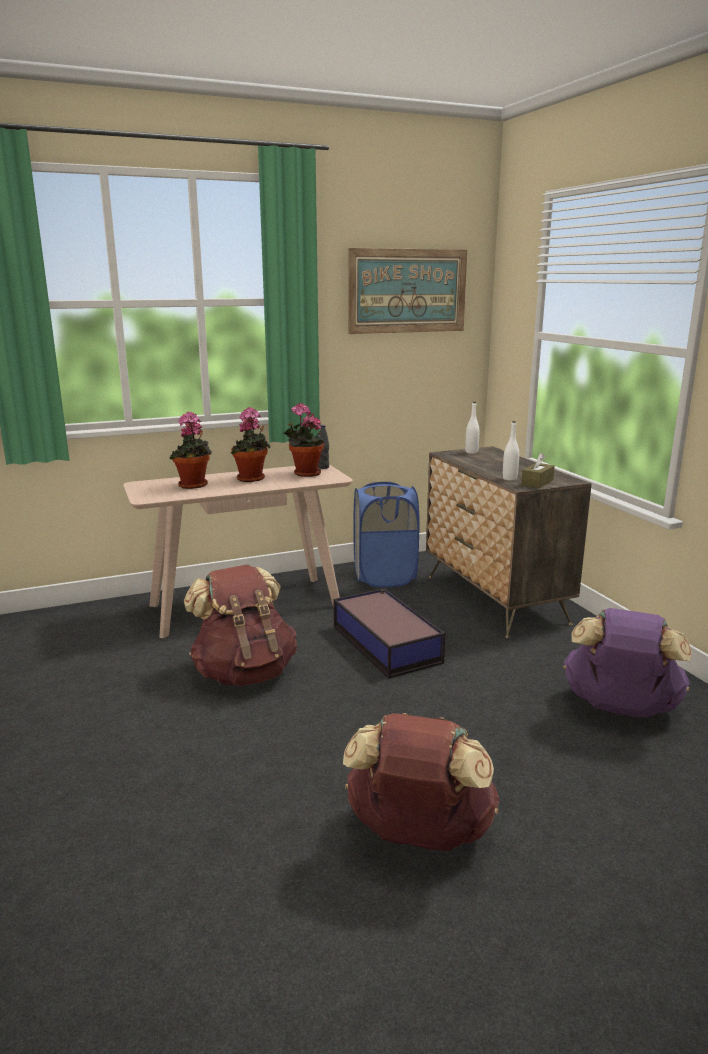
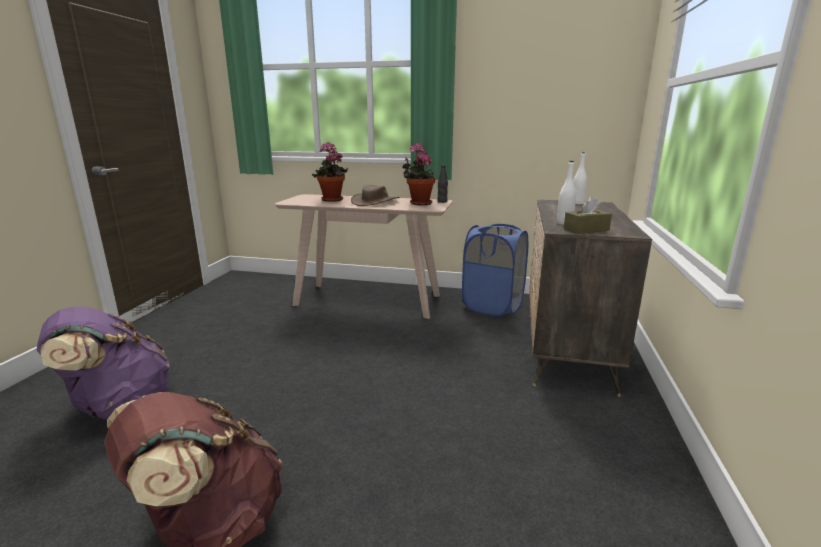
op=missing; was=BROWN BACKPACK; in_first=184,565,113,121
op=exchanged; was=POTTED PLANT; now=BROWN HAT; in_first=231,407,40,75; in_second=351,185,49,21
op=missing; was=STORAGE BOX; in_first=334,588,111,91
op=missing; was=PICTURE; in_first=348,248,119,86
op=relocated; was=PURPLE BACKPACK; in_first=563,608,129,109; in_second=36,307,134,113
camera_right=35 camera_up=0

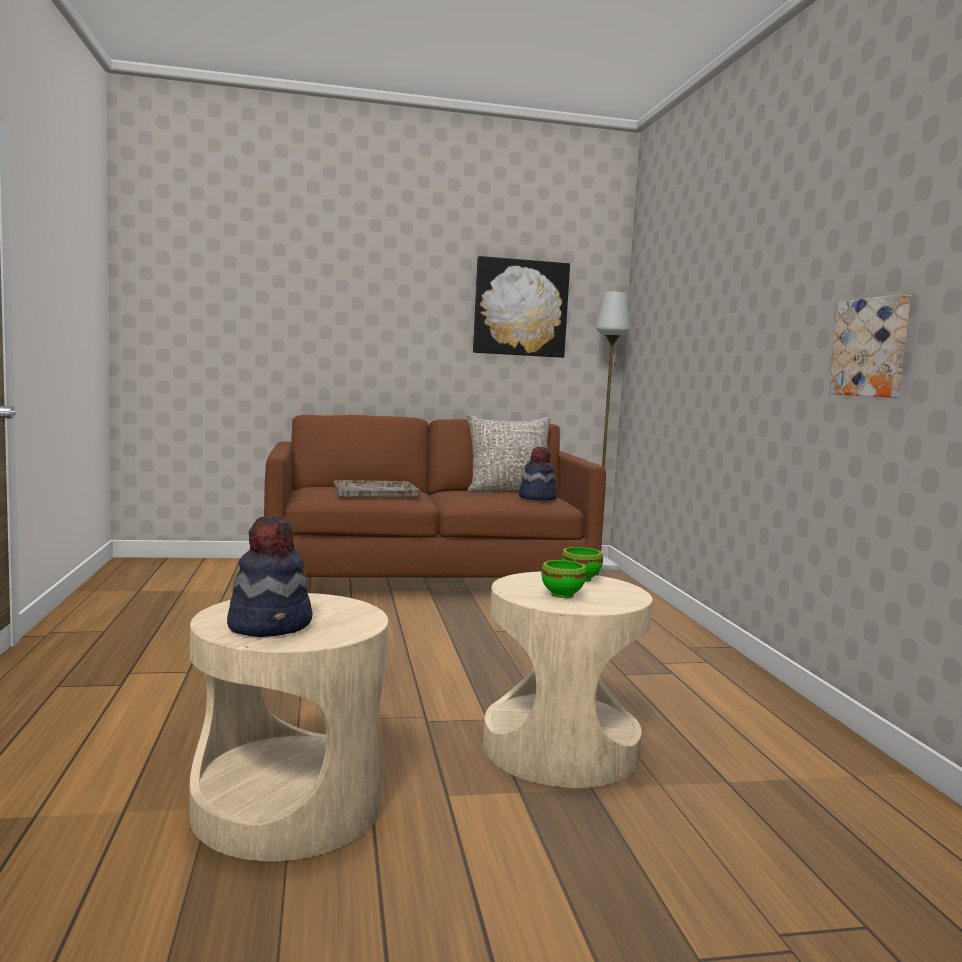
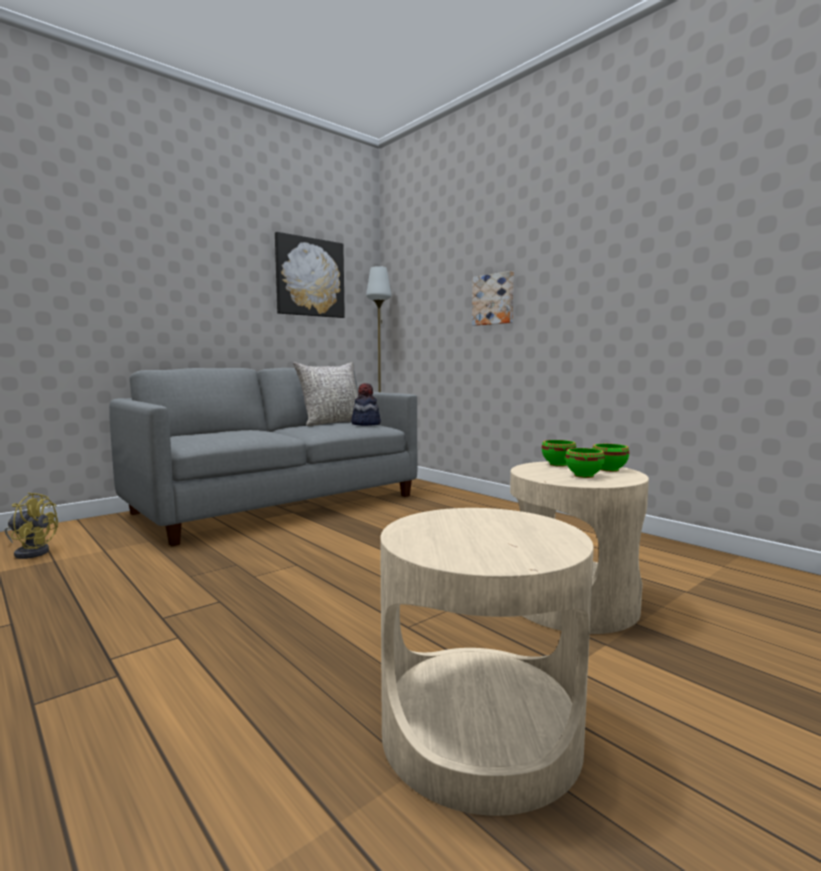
op=missing; was=HAT; in_first=227,514,86,123
op=colour; was=BROWN SOFA; now=GREY SOFA; in_first=264,415,342,163; in_second=109,368,309,179
op=missing; was=GREY TRAY; in_first=334,480,86,17
op=relocated; was=PICTURE; in_first=828,294,83,104; in_second=472,271,42,55
op=appeared; now=YELLOW FAN; in_second=5,493,53,66
op=appeared; now=GREEN BOWL; in_second=592,444,37,28
camera_right=-30 camera_up=0

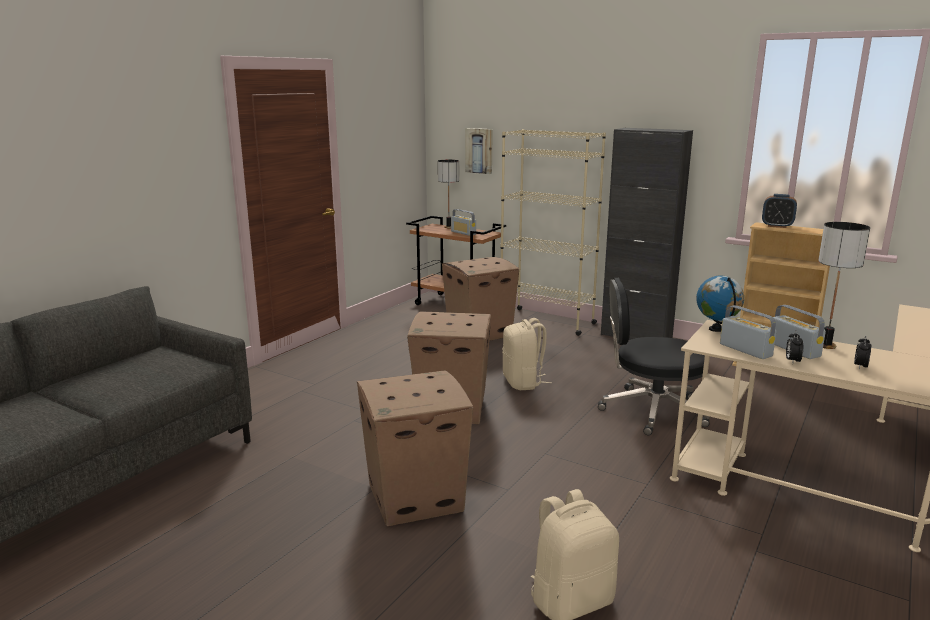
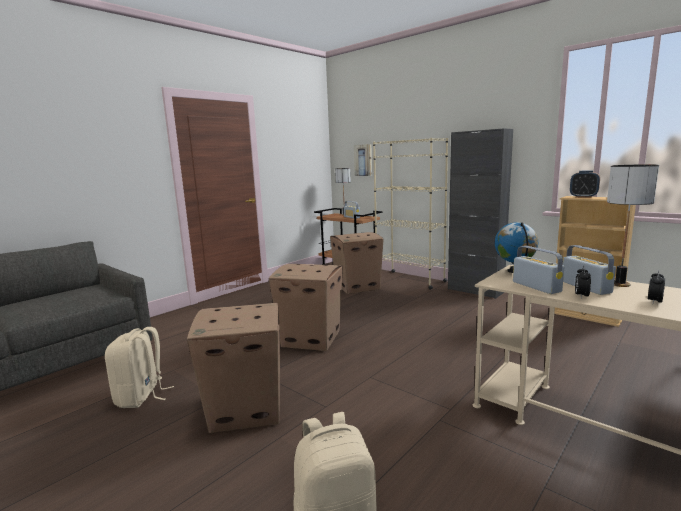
op=relocated; was=BEIGE BACKPACK; in_first=502,318,50,72; in_second=105,327,69,81
op=missing; was=BLACK OFFICE CHAIR; in_first=598,278,112,158
camera_right=10 camera_up=-5

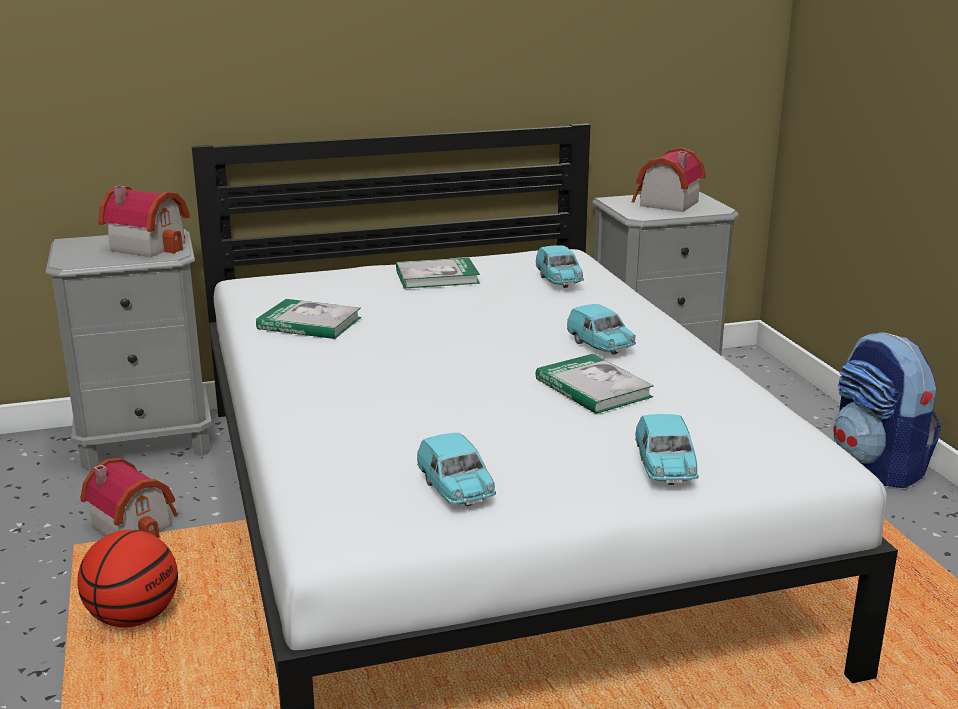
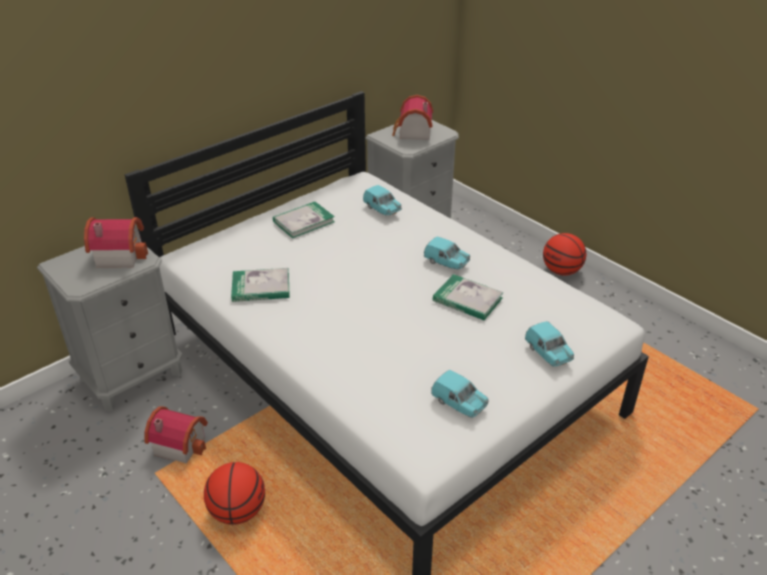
op=exchanged; was=BACKPACK; now=BASKETBALL; in_first=833,332,108,156; in_second=543,233,43,43
camera_right=-25 camera_up=15

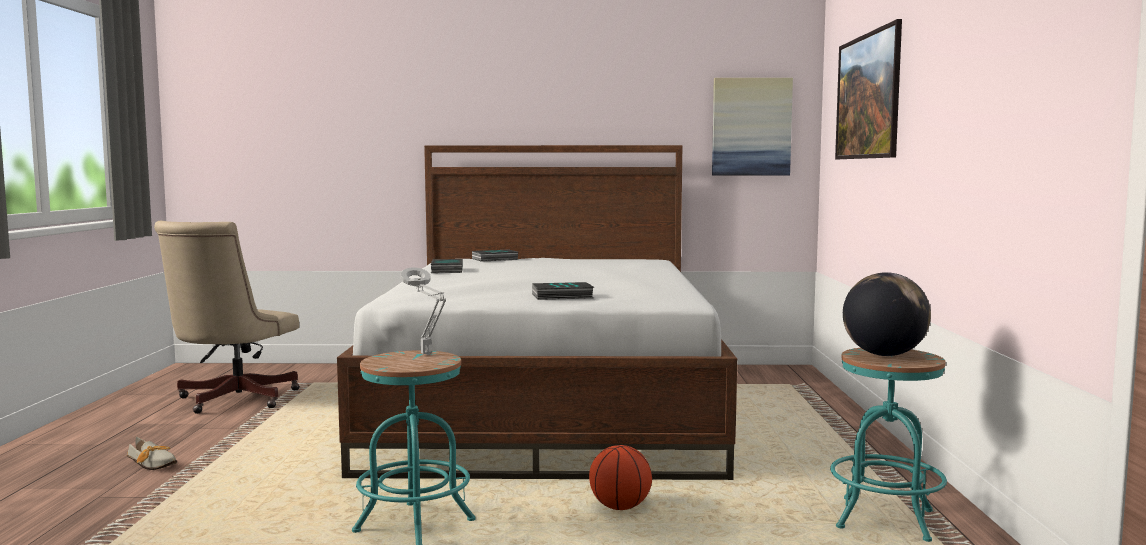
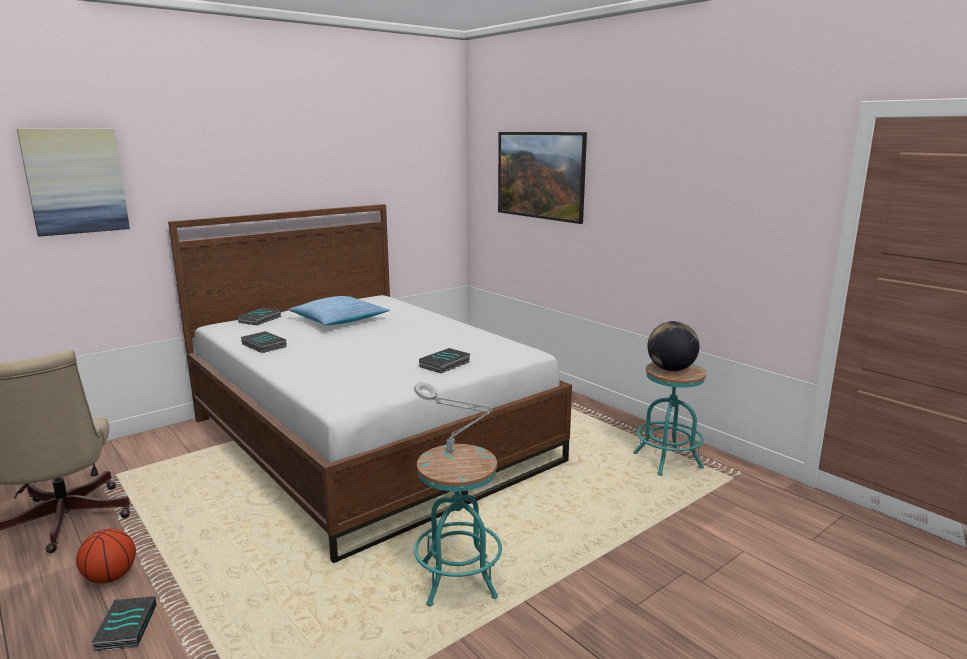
op=exchanged; was=SHOE; now=BOOK; in_first=127,436,50,34; in_second=91,596,65,56
op=relocated; was=BASKETBALL; in_first=589,445,63,65; in_second=76,529,60,55
op=relocated; was=PICTURE; in_first=712,78,81,97; in_second=17,129,113,108
op=appeared; now=PILLOW; in_second=289,296,101,29
camera_right=-40 camera_up=10

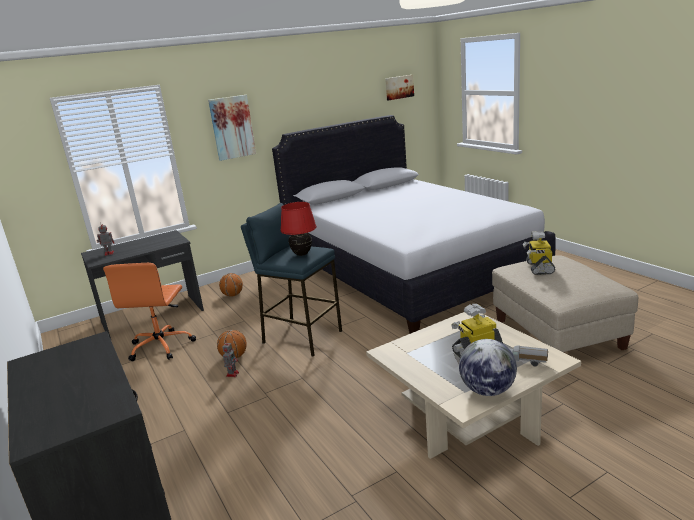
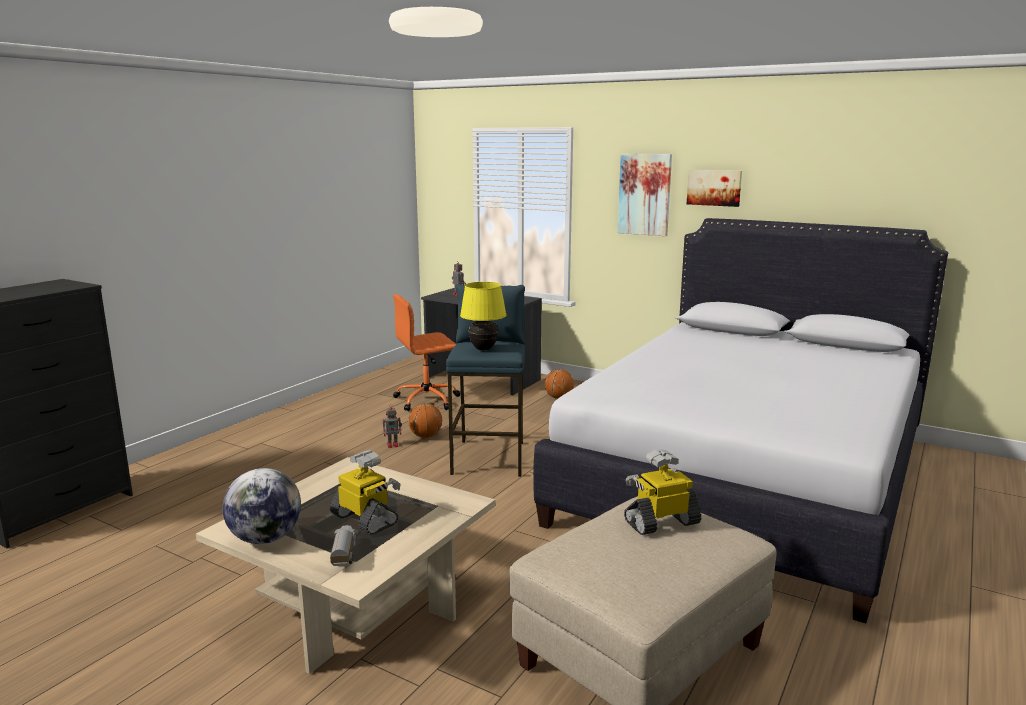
op=colour; was=RED TABLE LAMP; now=YELLOW TABLE LAMP; in_first=280,202,37,54; in_second=460,282,46,69
op=relocated; was=PICTURE; in_first=385,75,29,25; in_second=687,170,55,37
camera_right=60 camera_up=-5

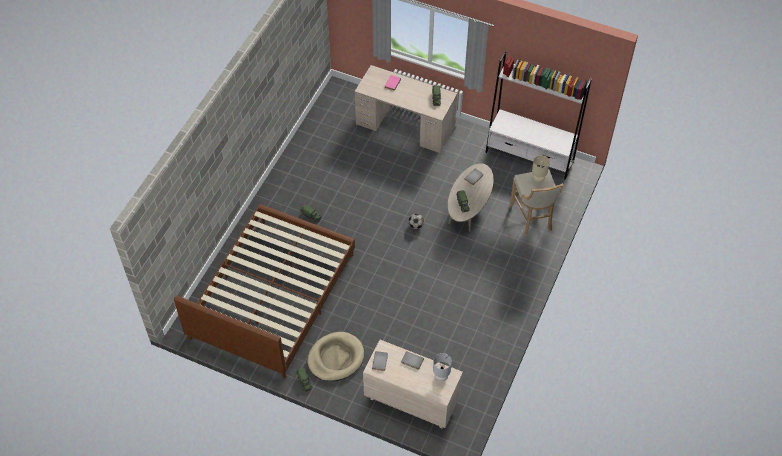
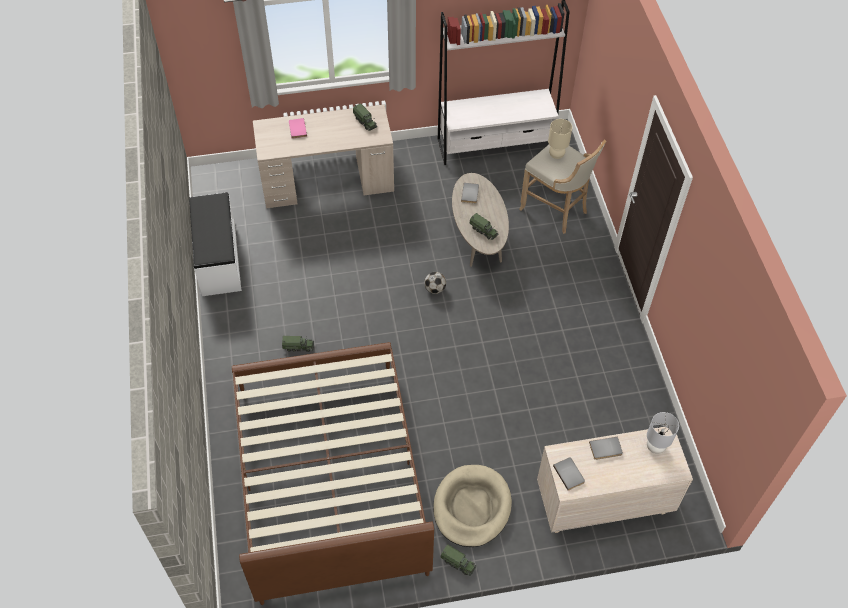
op=appeared; now=WHITE BENCH; in_second=189,192,53,104
camera_right=-35 camera_up=0

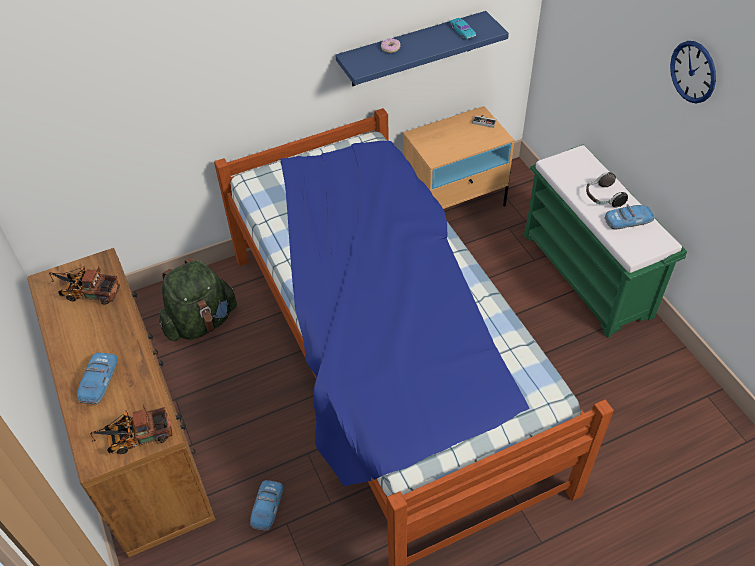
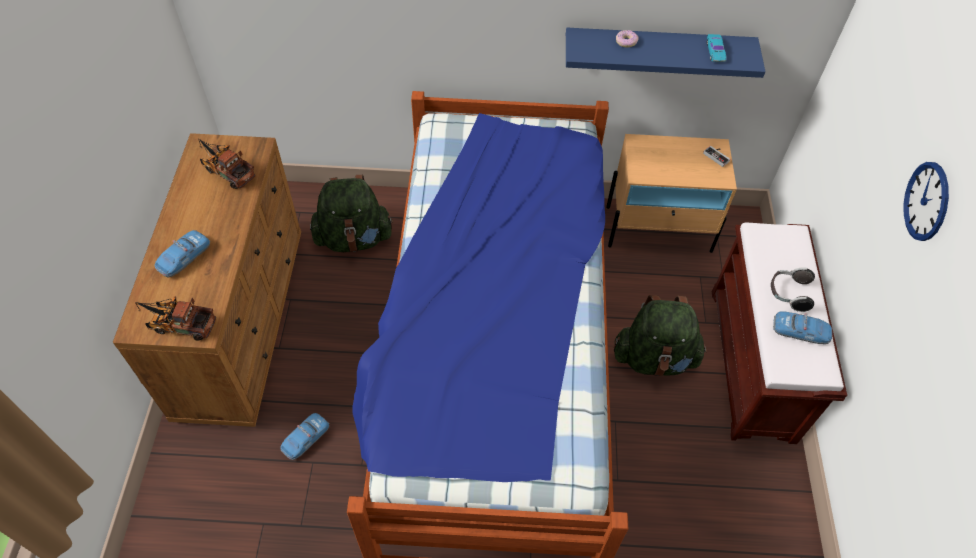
op=colour; was=GREEN BENCH; now=BROWN BENCH; in_first=524,145,163,193; in_second=712,223,135,221
op=appeared; now=GREEN BACKPACK; in_second=614,295,93,81
camera_right=25 camera_up=5

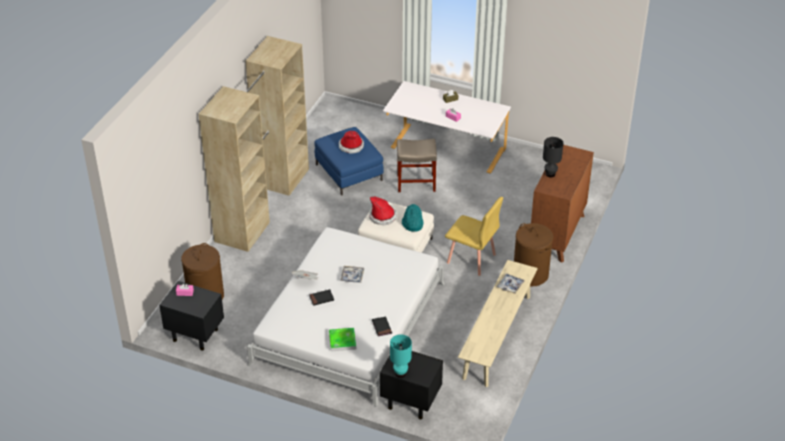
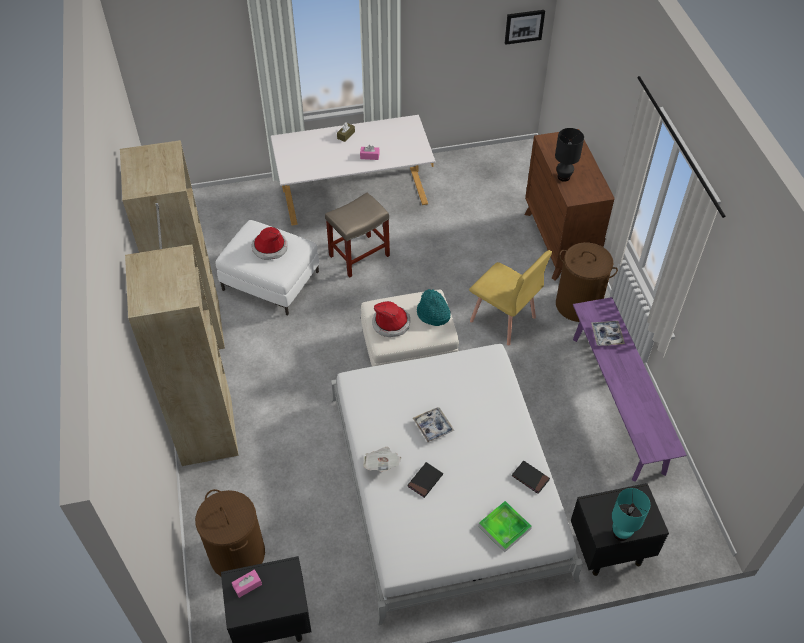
op=colour; was=BLUE OTTOMAN; now=WHITE OTTOMAN; in_first=314,127,69,69; in_second=215,220,104,96
op=spun; was=YELLOW CHAIR; in_first=445,197,58,79; in_second=469,250,83,96; clockwise=45
op=colour; was=BEIGE BENCH; now=PURPLE BENCH; in_first=458,260,80,127; in_second=573,297,114,185
op=appeared; now=PICTURE; in_second=505,10,40,35
camera_right=-35 camera_up=10

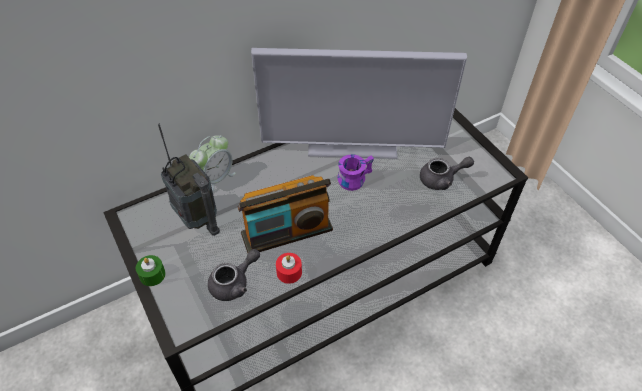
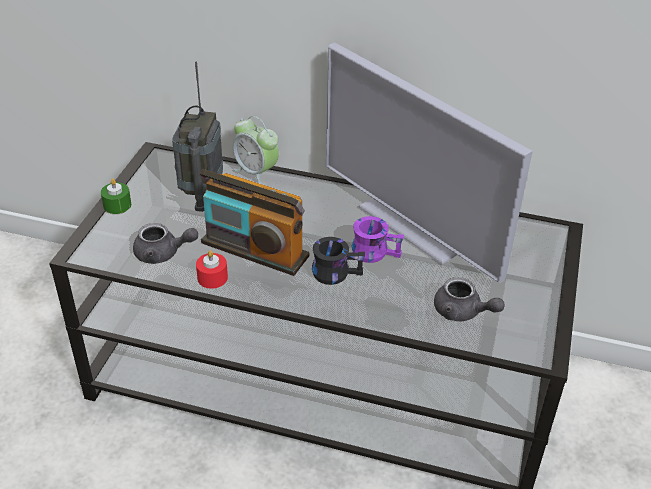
op=spun; was=ALARM CLOCK; in_first=189,135,47,57; in_second=233,116,46,69; clockwise=45
op=appeared; now=BLACK MUG; in_second=312,237,53,48
camera_right=45 camera_up=-10

